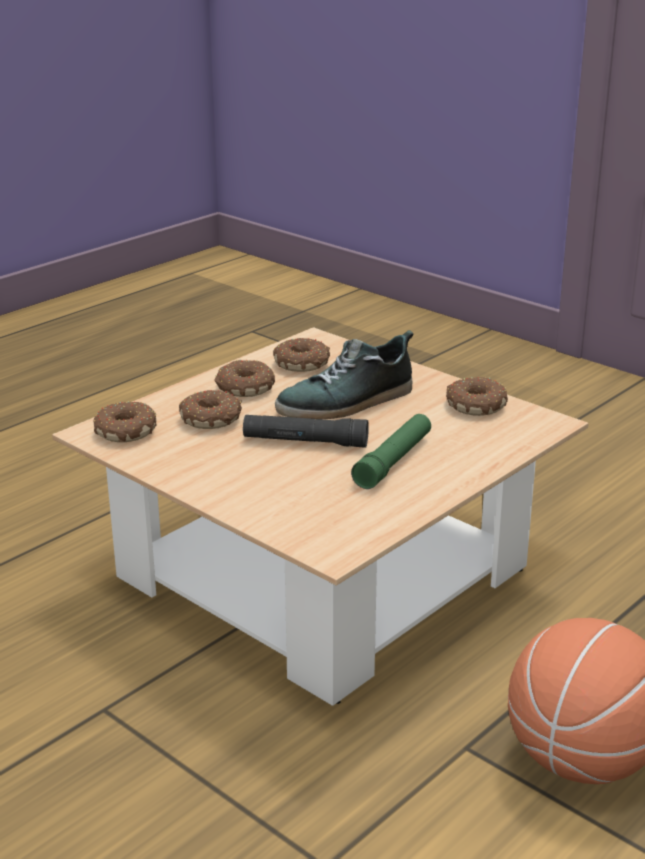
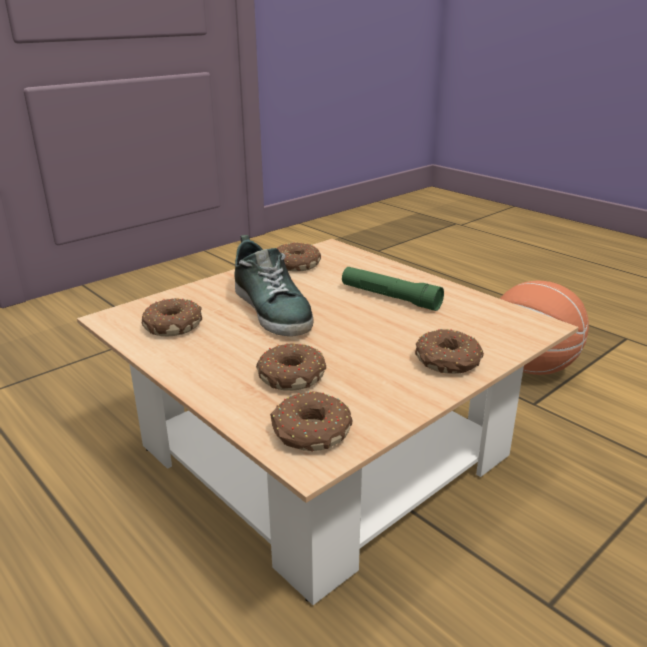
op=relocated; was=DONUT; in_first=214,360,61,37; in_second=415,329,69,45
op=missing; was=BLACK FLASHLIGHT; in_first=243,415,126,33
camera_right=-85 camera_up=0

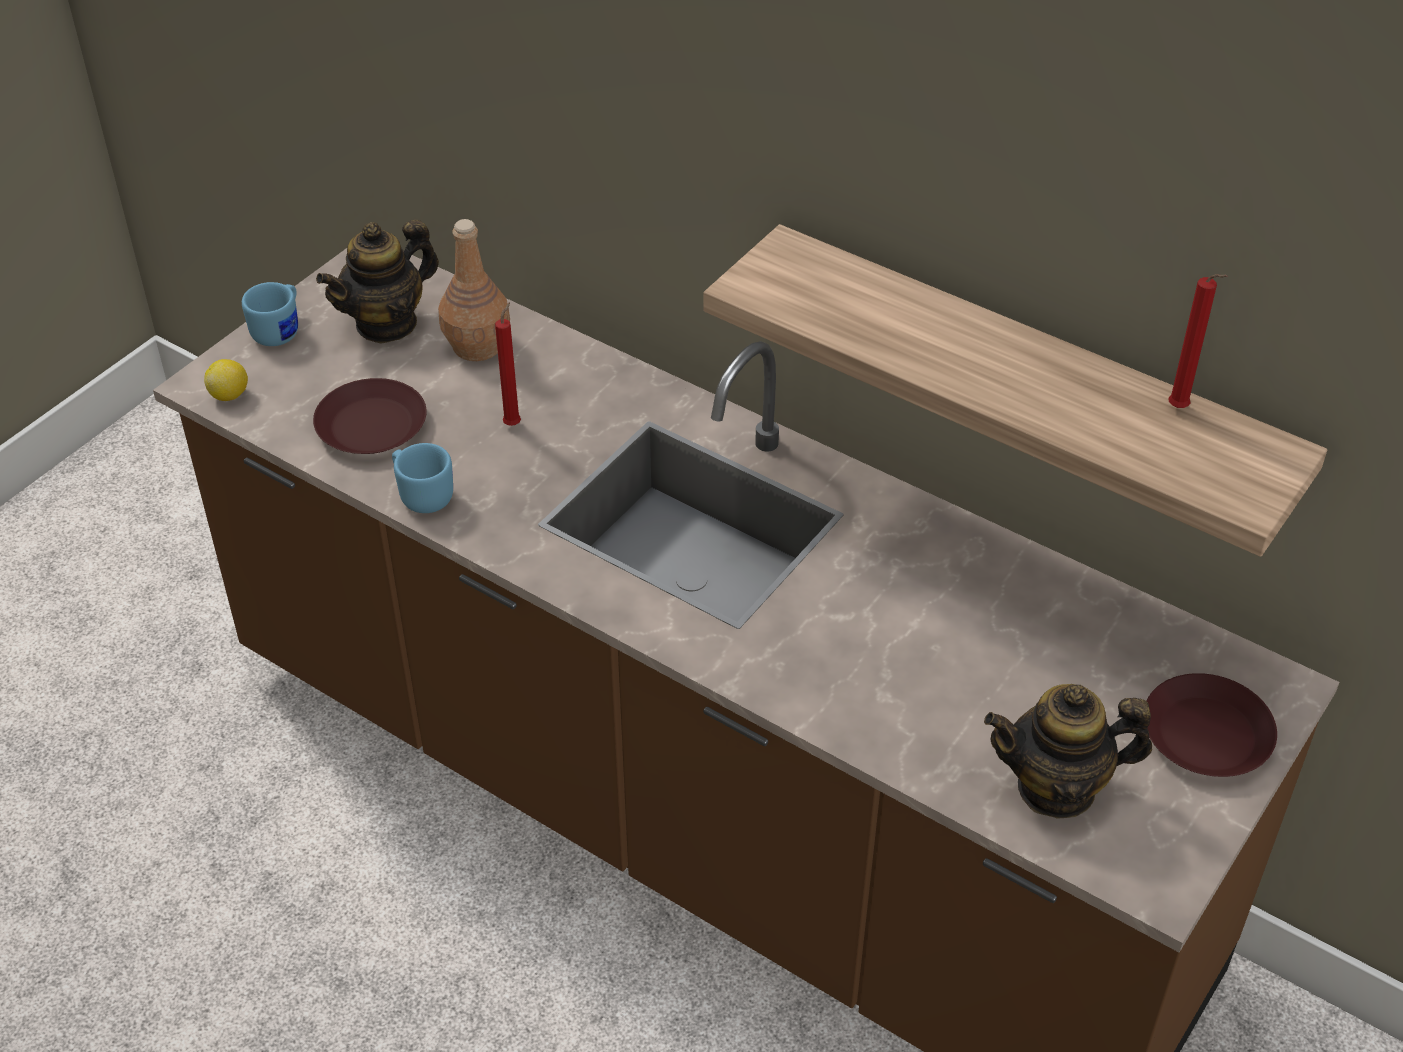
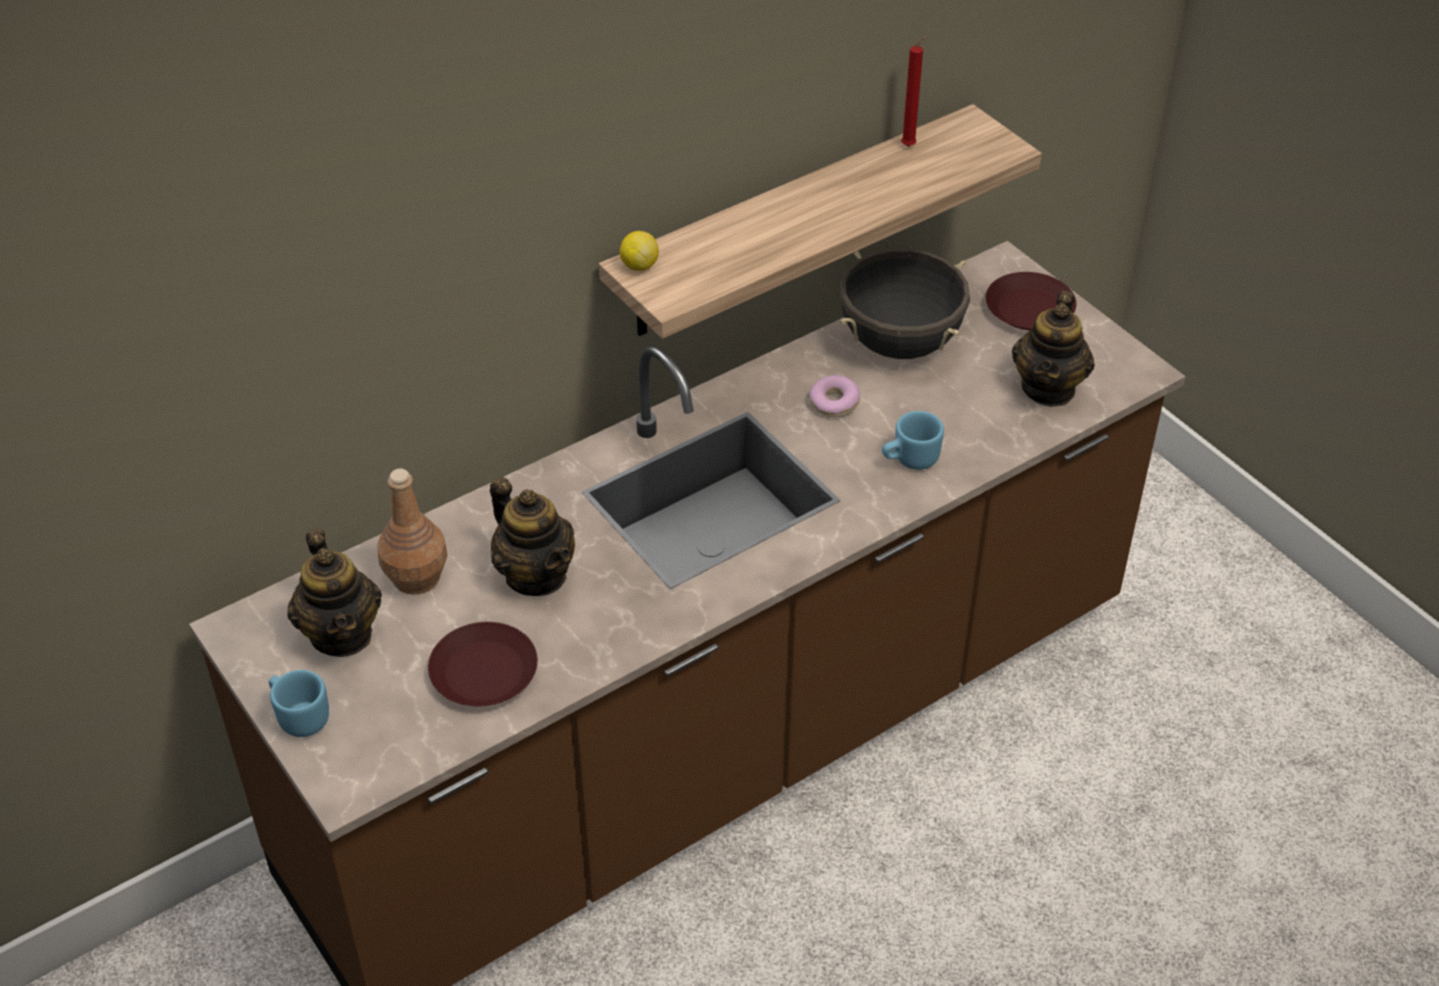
op=relocated; was=LEMON; in_first=204,359,44,42; in_second=620,231,39,40
op=relocated; was=BLUE MUG; in_first=392,443,61,70; in_second=882,411,62,59
op=exchanged; was=RED CANDLE; now=TEAPOT; in_first=495,302,26,124; in_second=490,477,85,119
op=appeared; now=DONUT; in_second=809,375,51,42
op=appeared; now=BLACK COOKING POT; in_second=839,249,131,110
camera_right=-70 camera_up=0

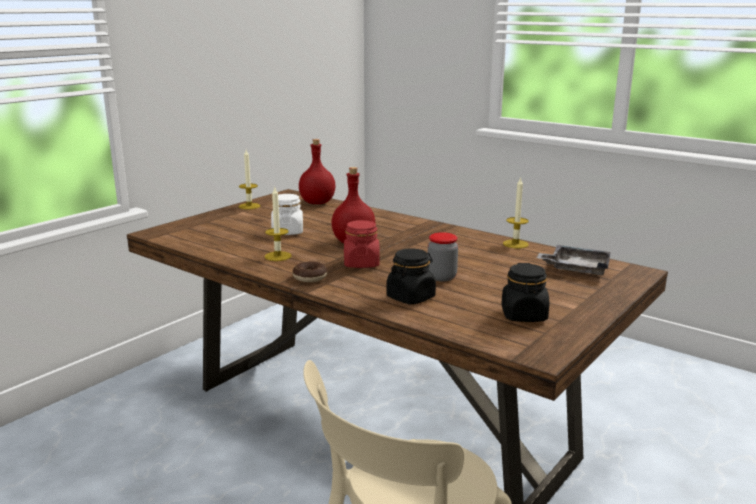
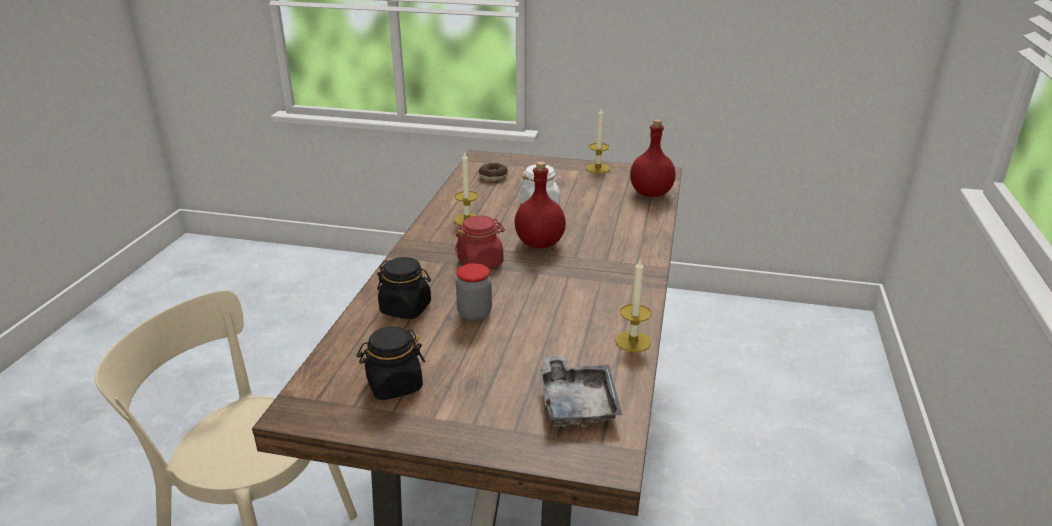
op=relocated; was=DONUT; in_first=293,261,34,21; in_second=479,163,29,18
camera_right=65 camera_up=10

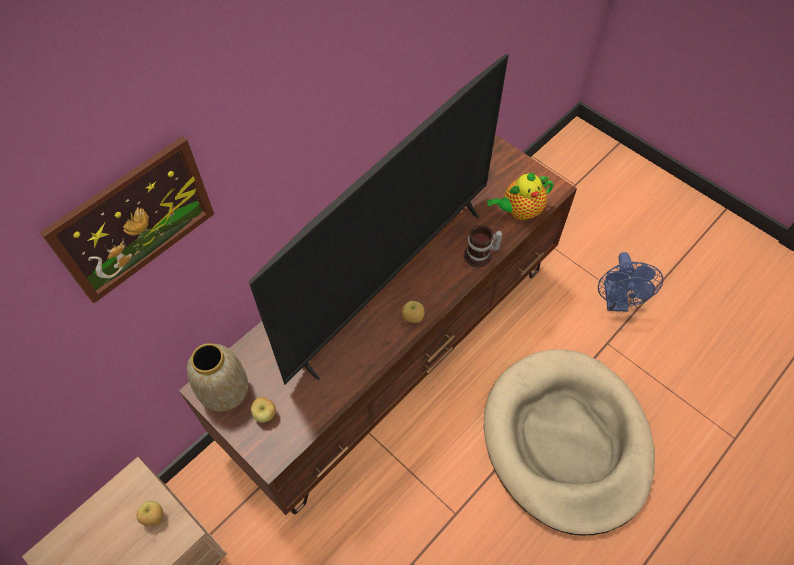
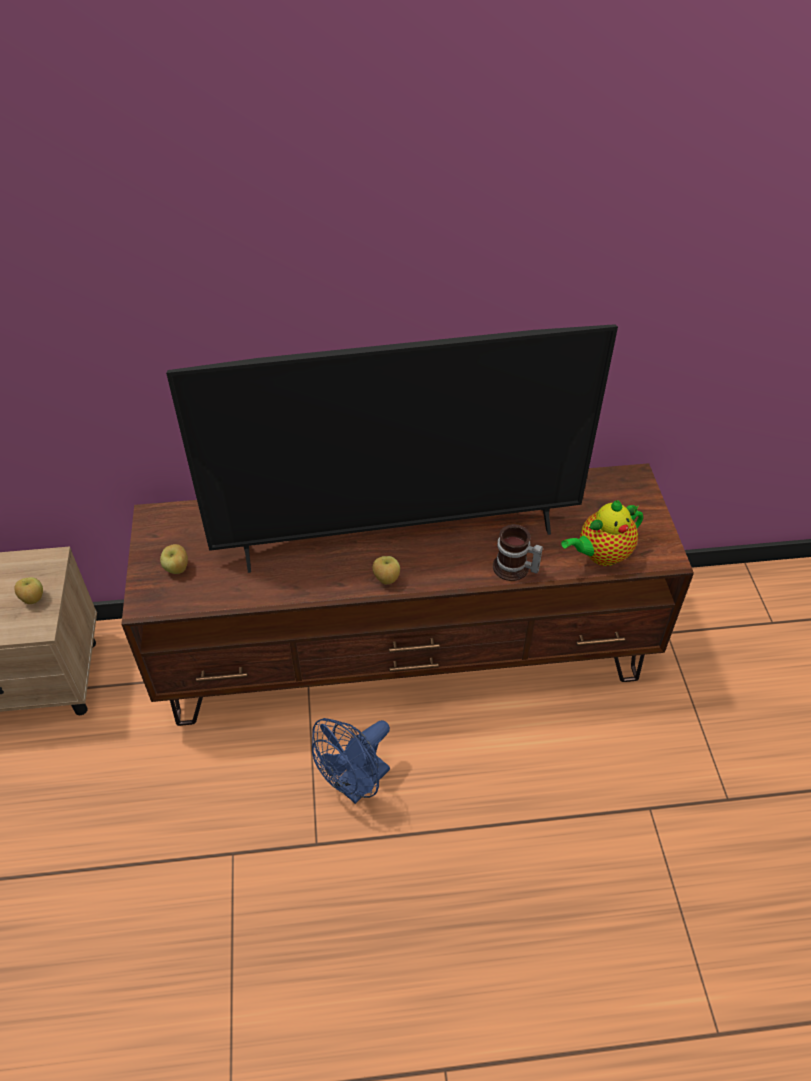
op=missing; was=PICTURE; in_first=40,136,174,168
op=missing; was=VASE; in_first=187,343,61,69
op=missing; was=BEIGE DOG BED; in_first=484,349,171,187
op=spun; was=TEAPOT; in_first=487,173,67,47; in_second=561,500,82,66; clockwise=-45
op=relocated; was=BLUE FAN; in_first=598,252,65,60; in_second=312,718,78,86
camera_right=40 camera_up=-10

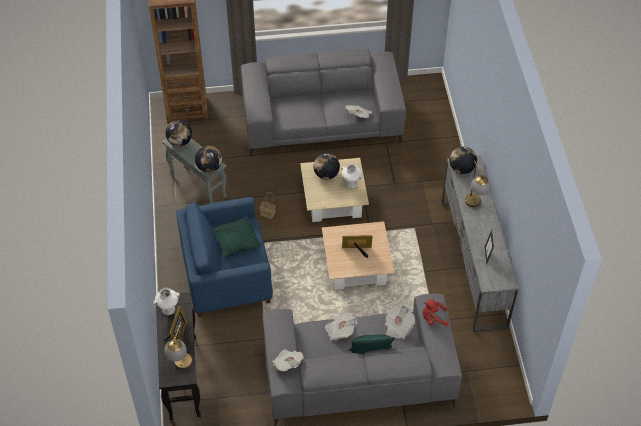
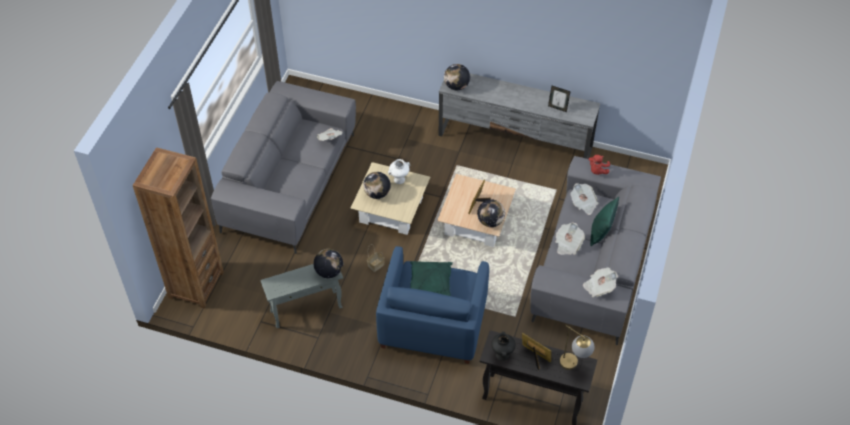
op=colour; was=WHITE VASE; now=BLACK VASE; in_first=153,288,27,27; in_second=491,332,25,29
op=relocated; was=GLOBE; in_first=165,120,27,27; in_second=477,199,28,28
op=missing; was=TABLE LAMP; in_first=465,160,26,47
camera_right=-65 camera_up=0

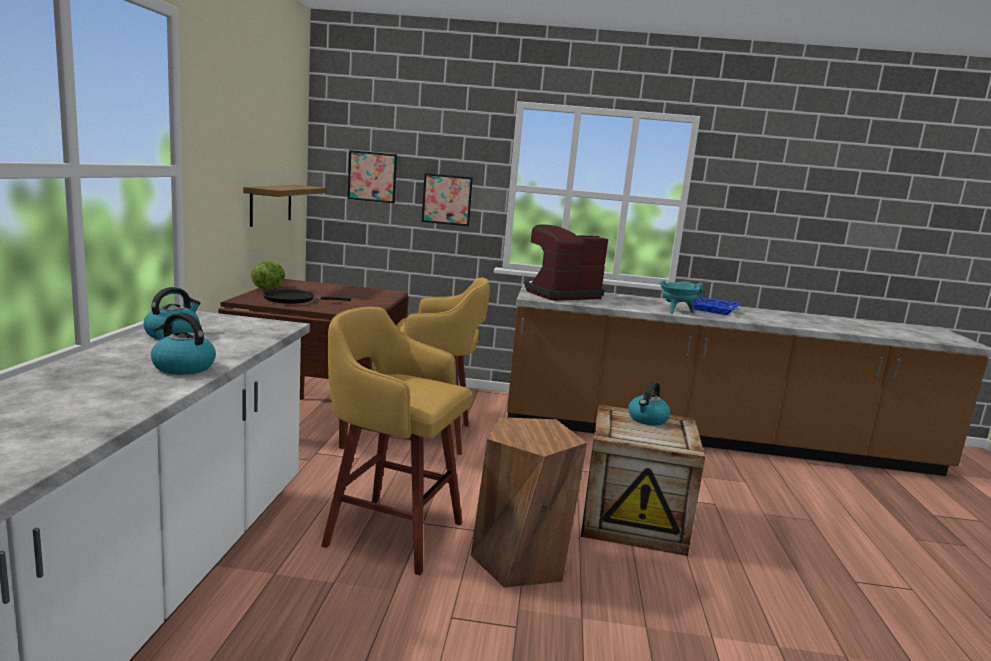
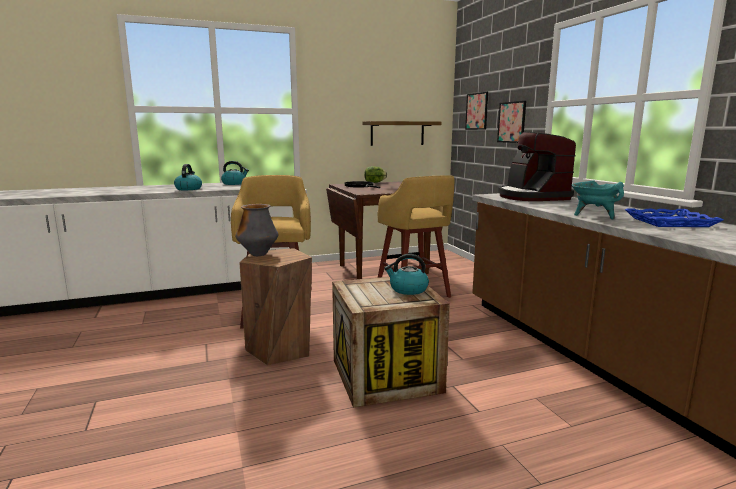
op=spun; was=COFFEE MACHINE; in_first=524,225,84,76; in_second=498,132,78,69; clockwise=-135
op=appeared; now=VASE; in_second=236,204,42,52
camera_right=65 camera_up=0

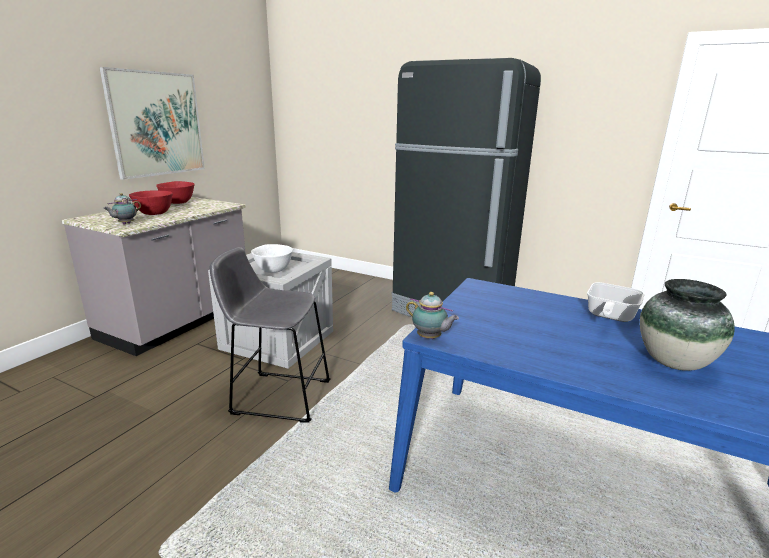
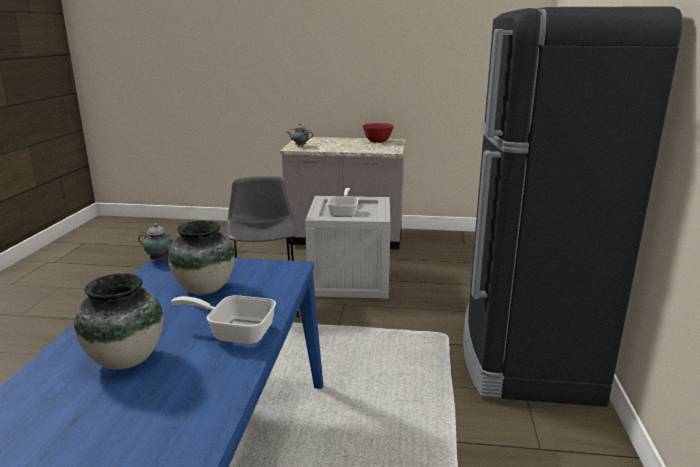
op=missing; was=PICTURE; in_first=99,67,106,113
op=missing; was=RED BOWL; in_first=129,191,44,24
op=exchanged; was=WHITE BOWL; now=FRYING PAN; in_first=251,244,42,29; in_second=327,188,32,29
op=spun; was=TEAPOT; in_first=406,292,53,47; in_second=138,223,37,38; clockwise=-90
op=appeared; now=VASE; in_second=168,220,67,75
camera_right=70 camera_up=0

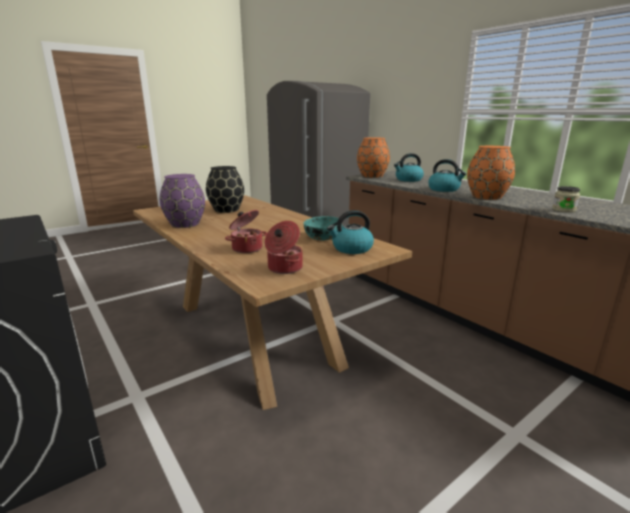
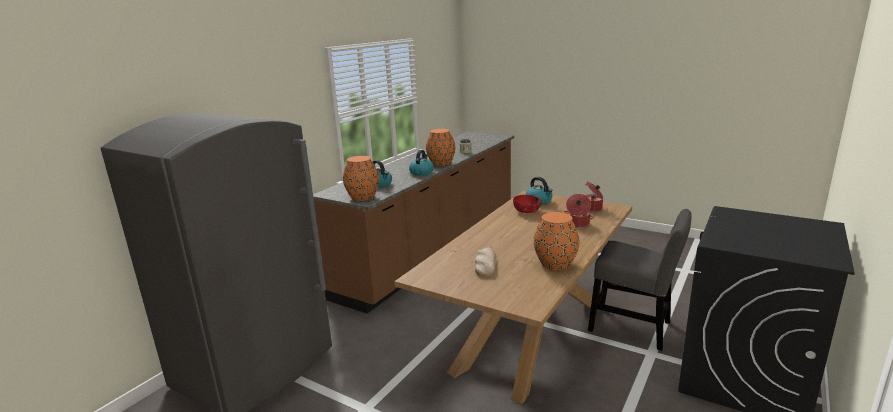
op=colour; was=PURPLE VASE; now=ORANGE VASE; in_first=160,174,45,54; in_second=534,212,45,58
op=exchanged; was=BLACK VASE; now=BREAD; in_first=206,166,38,47; in_second=475,248,21,28
op=colour; was=TURQUOISE BOWL; now=RED BOWL; in_first=304,216,35,24; in_second=513,195,29,18
op=appeared; now=GREY CHAIR; in_second=588,209,104,142
camera_right=-110 camera_up=0

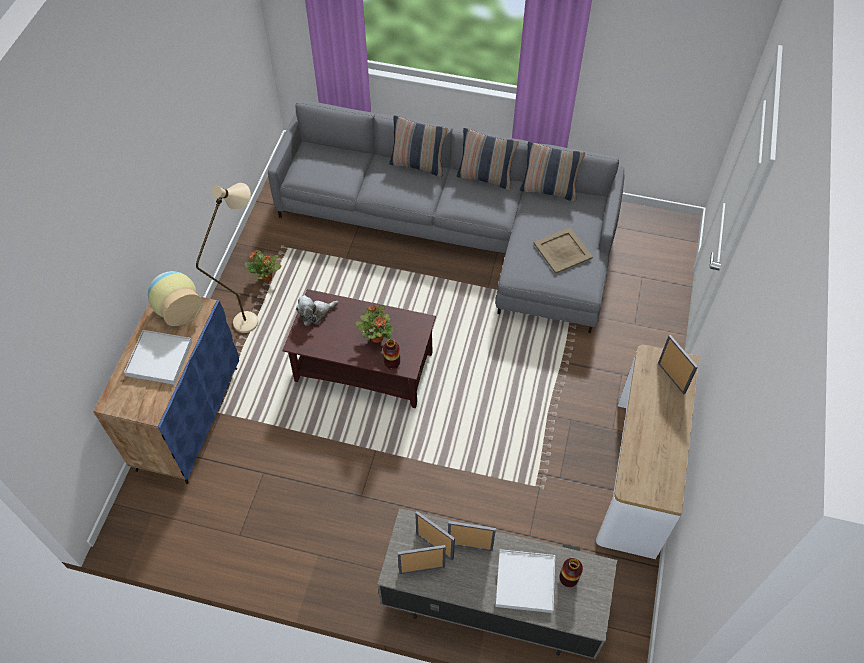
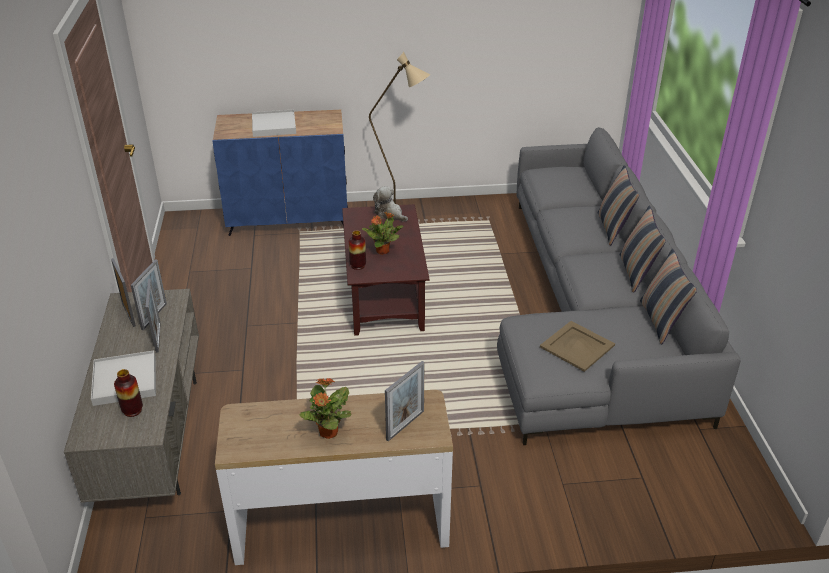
op=missing; was=VASE; in_first=148,271,55,55
op=relocated; was=POTTED PLANT; in_first=245,250,36,32; in_second=300,378,52,61
camera_right=70 camera_up=-20

